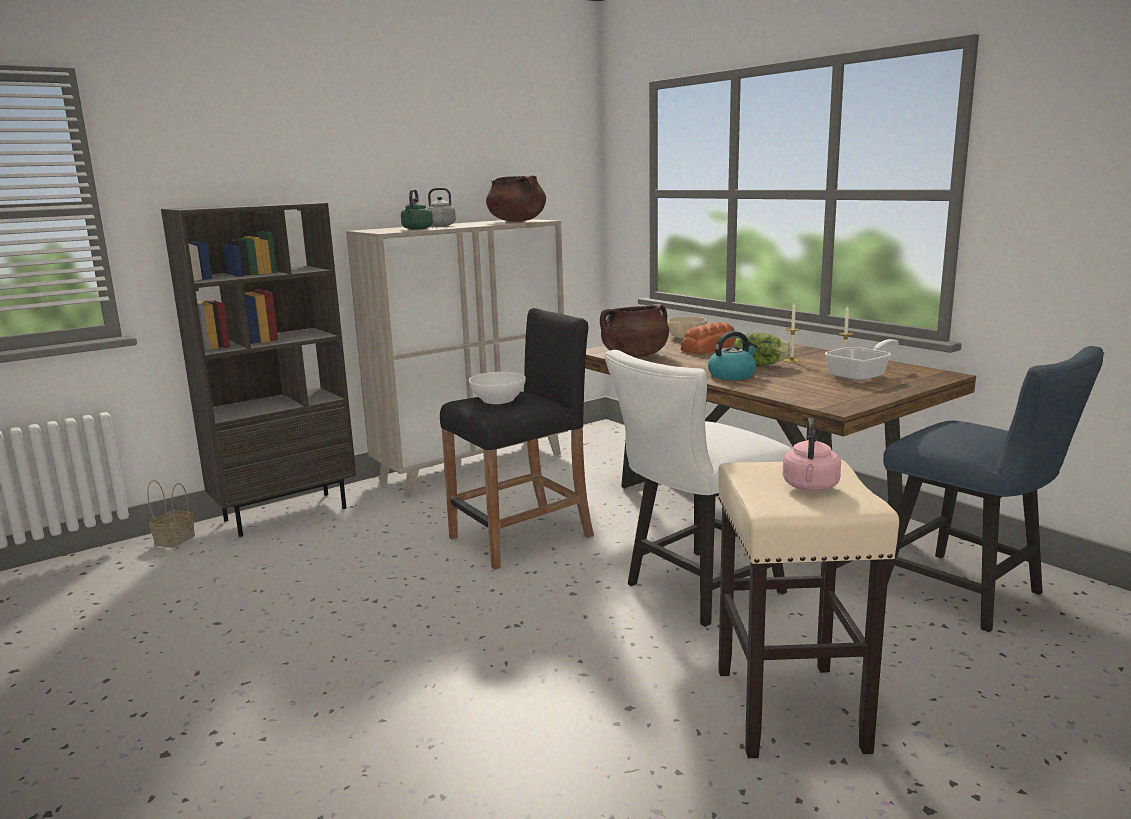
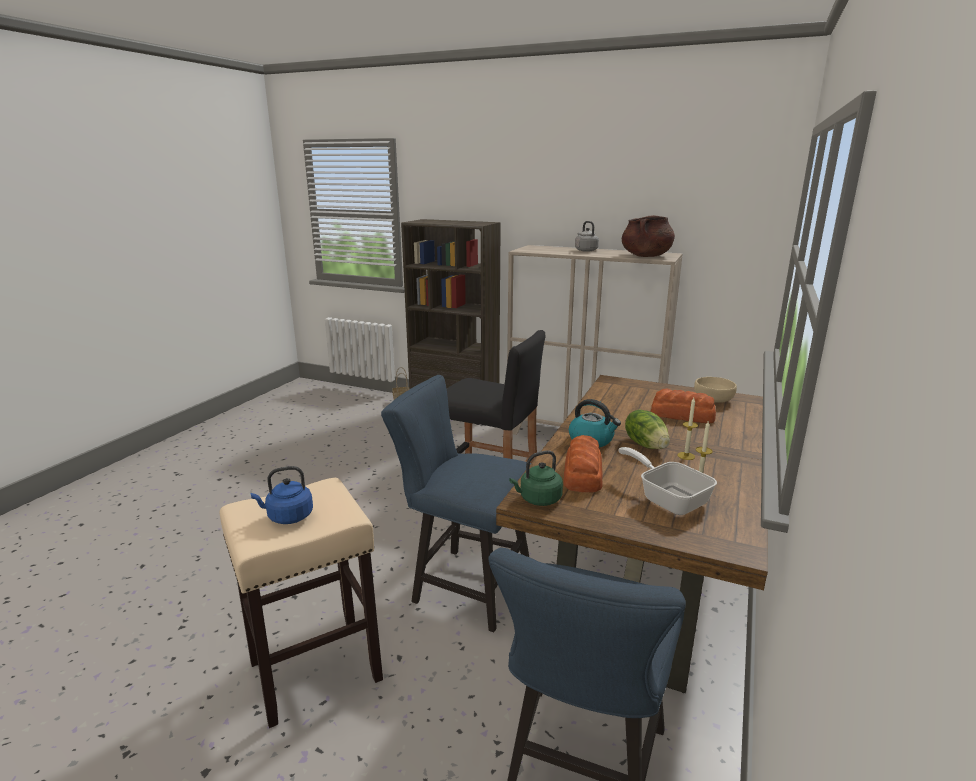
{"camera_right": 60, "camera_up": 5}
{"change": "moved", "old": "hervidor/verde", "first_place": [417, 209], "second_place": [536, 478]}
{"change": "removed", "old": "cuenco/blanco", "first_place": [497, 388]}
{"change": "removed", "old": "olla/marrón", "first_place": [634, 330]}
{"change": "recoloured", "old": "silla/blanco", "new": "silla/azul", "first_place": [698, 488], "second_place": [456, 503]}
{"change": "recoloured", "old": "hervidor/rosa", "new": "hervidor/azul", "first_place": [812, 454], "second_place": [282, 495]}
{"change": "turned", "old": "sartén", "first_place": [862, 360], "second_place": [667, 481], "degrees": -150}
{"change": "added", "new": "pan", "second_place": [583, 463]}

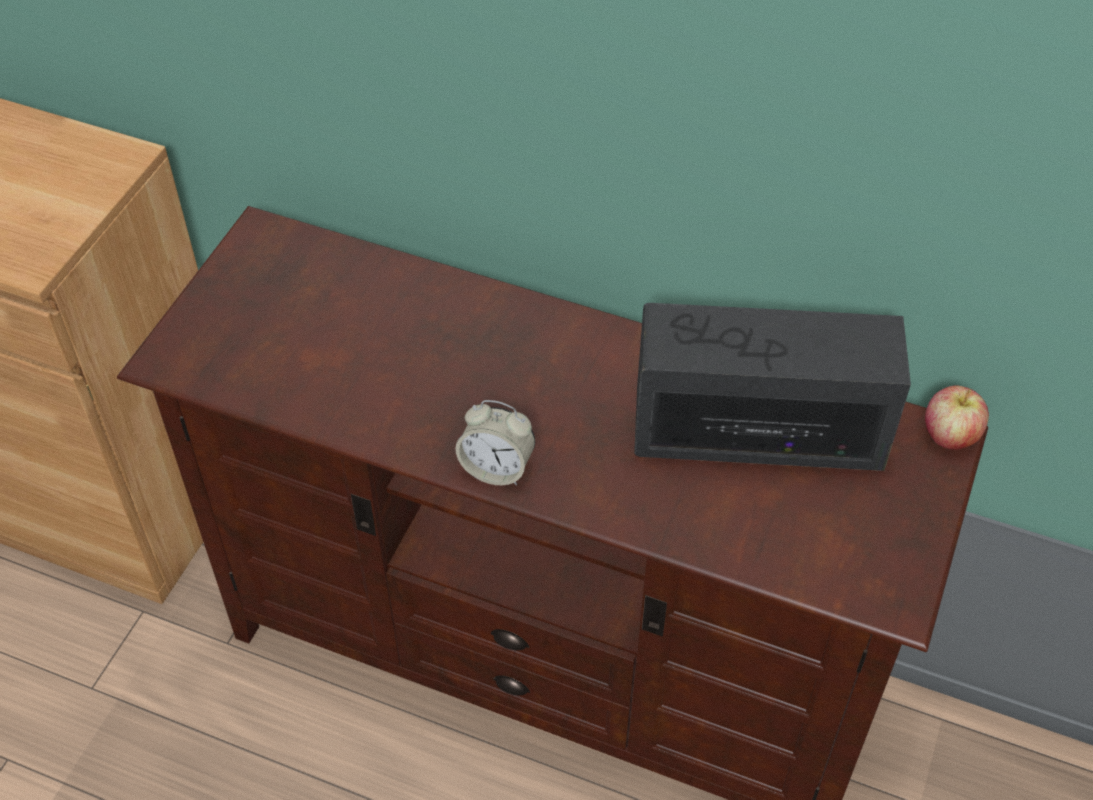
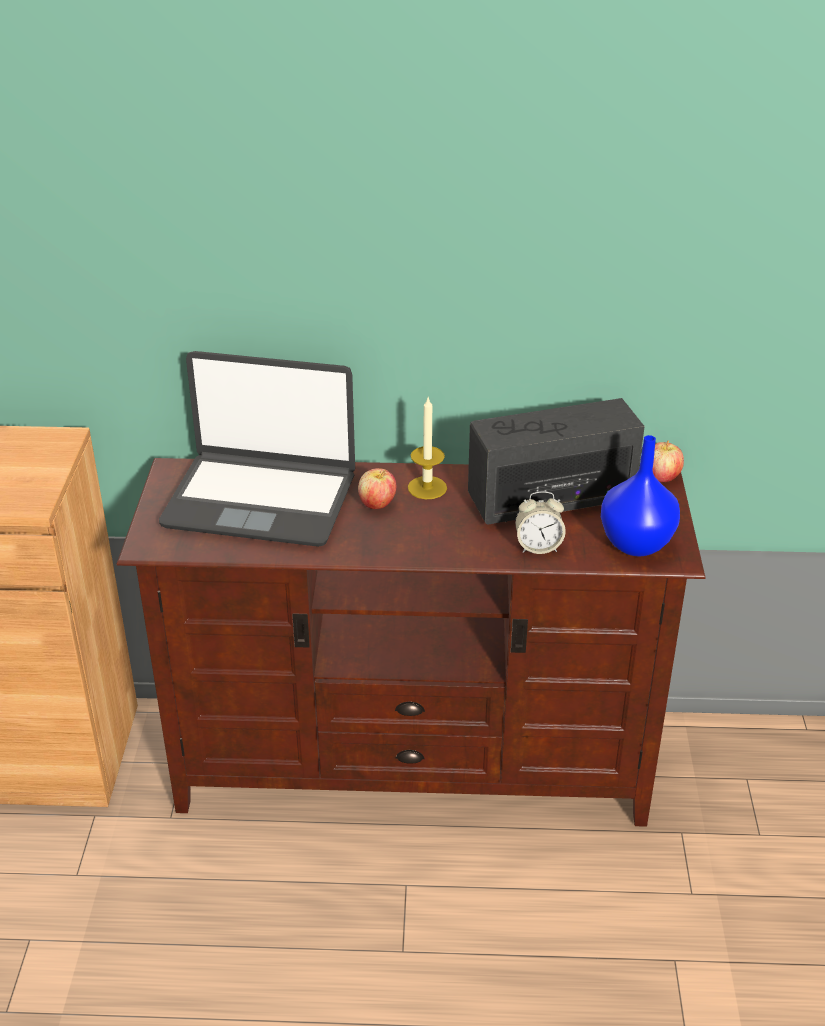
{"camera_right": -20, "camera_up": -15}
{"change": "moved", "old": "despertador", "first_place": [495, 442], "second_place": [540, 522]}
{"change": "added", "new": "portátil", "second_place": [257, 449]}
{"change": "added", "new": "manzana", "second_place": [377, 488]}
{"change": "added", "new": "vela", "second_place": [427, 448]}
{"change": "added", "new": "florero/azul", "second_place": [640, 495]}

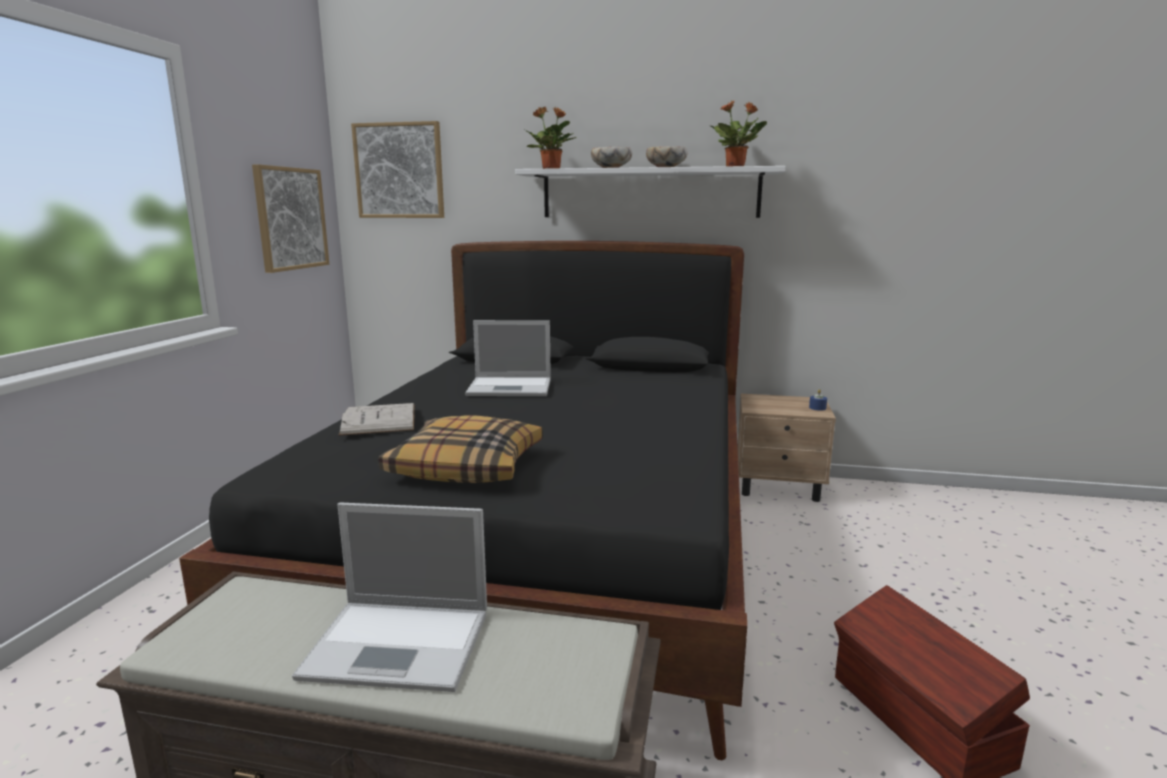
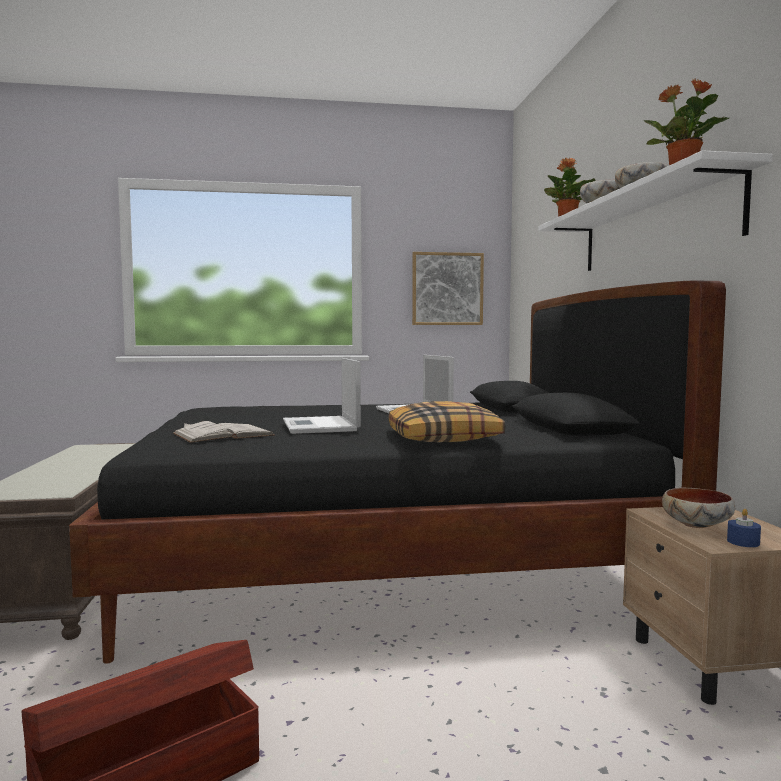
{"camera_right": 70, "camera_up": -10}
{"change": "moved", "old": "portátil", "first_place": [389, 597], "second_place": [322, 396]}
{"change": "moved", "old": "libro/blanco", "first_place": [377, 419], "second_place": [224, 432]}
{"change": "removed", "old": "cuadro", "first_place": [397, 169]}
{"change": "moved", "old": "cojín", "first_place": [461, 449], "second_place": [447, 422]}
{"change": "added", "new": "cuenco", "second_place": [698, 507]}

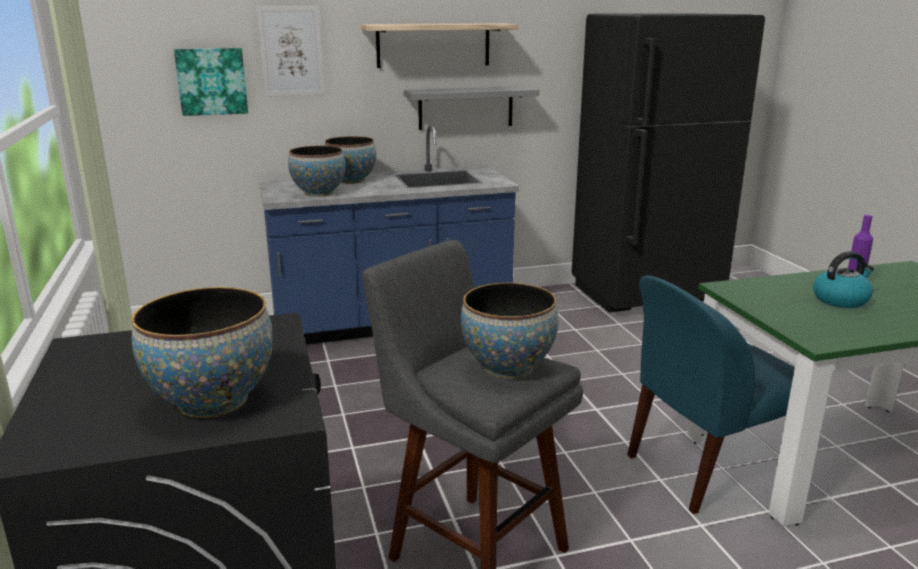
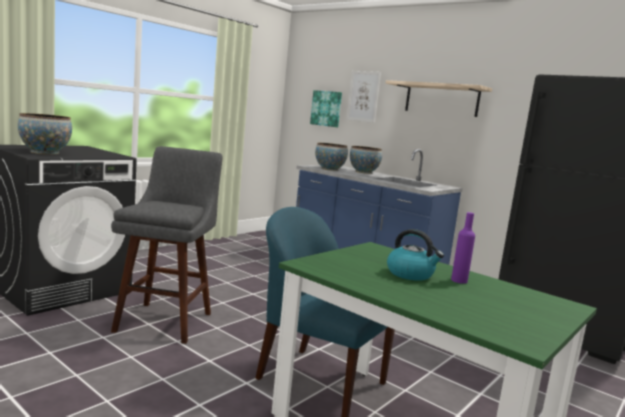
{"camera_right": 55, "camera_up": -10}
{"change": "removed", "old": "estante/gris", "first_place": [471, 108]}
{"change": "removed", "old": "cuenco", "first_place": [509, 330]}

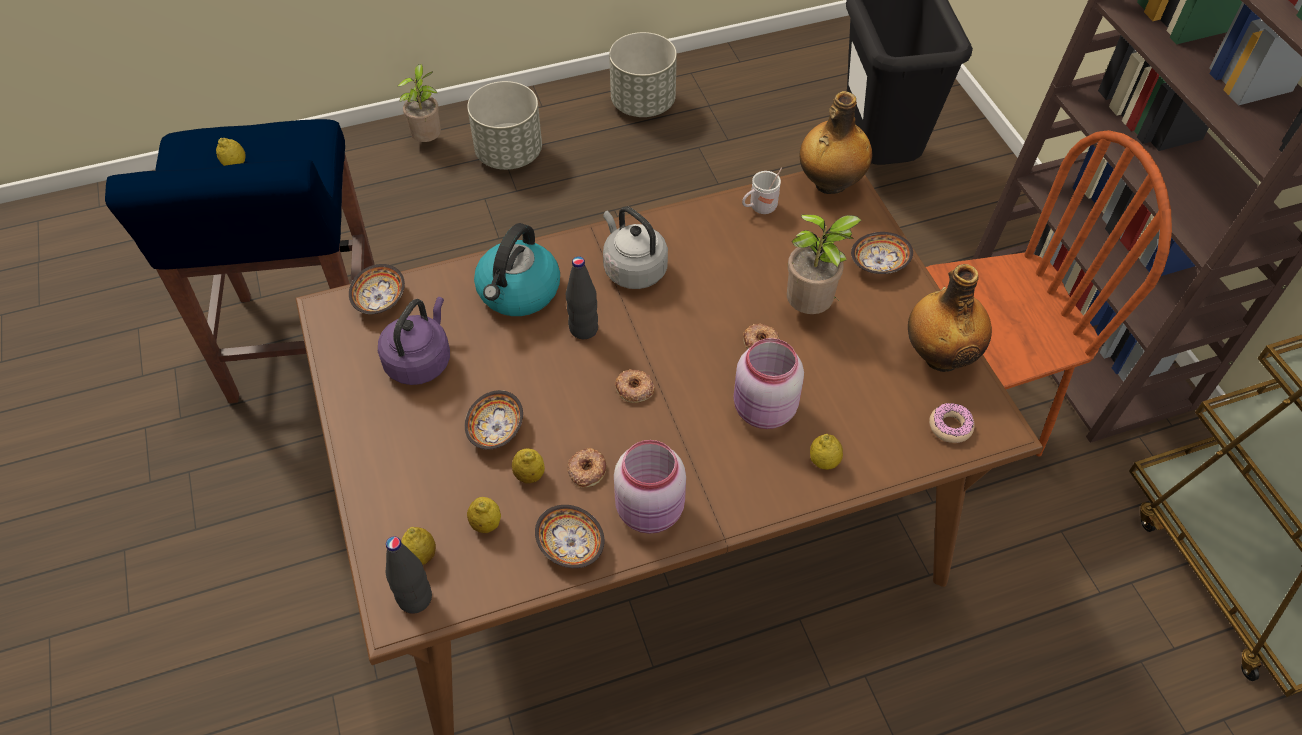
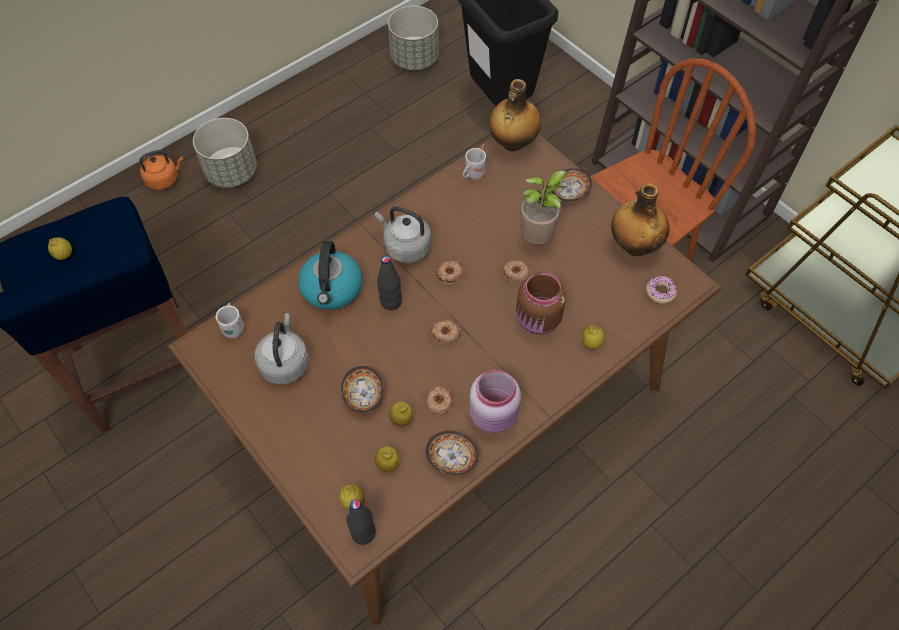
{"camera_right": -20, "camera_up": 5}
{"change": "replaced", "old": "cuenco", "new": "taza grande/blanco", "first_place": [377, 289], "second_place": [230, 320]}
{"change": "recoloured", "old": "hervidor/morado", "new": "hervidor/gris", "first_place": [414, 341], "second_place": [282, 349]}
{"change": "replaced", "old": "planta en maceta", "new": "hervidor/naranja", "first_place": [419, 103], "second_place": [161, 170]}
{"change": "moved", "old": "maceta/gris", "first_place": [643, 74], "second_place": [413, 38]}
{"change": "recoloured", "old": "tarro/rosa", "new": "tarro/marrón", "first_place": [768, 383], "second_place": [541, 303]}
{"change": "added", "new": "rosquilla", "second_place": [450, 273]}

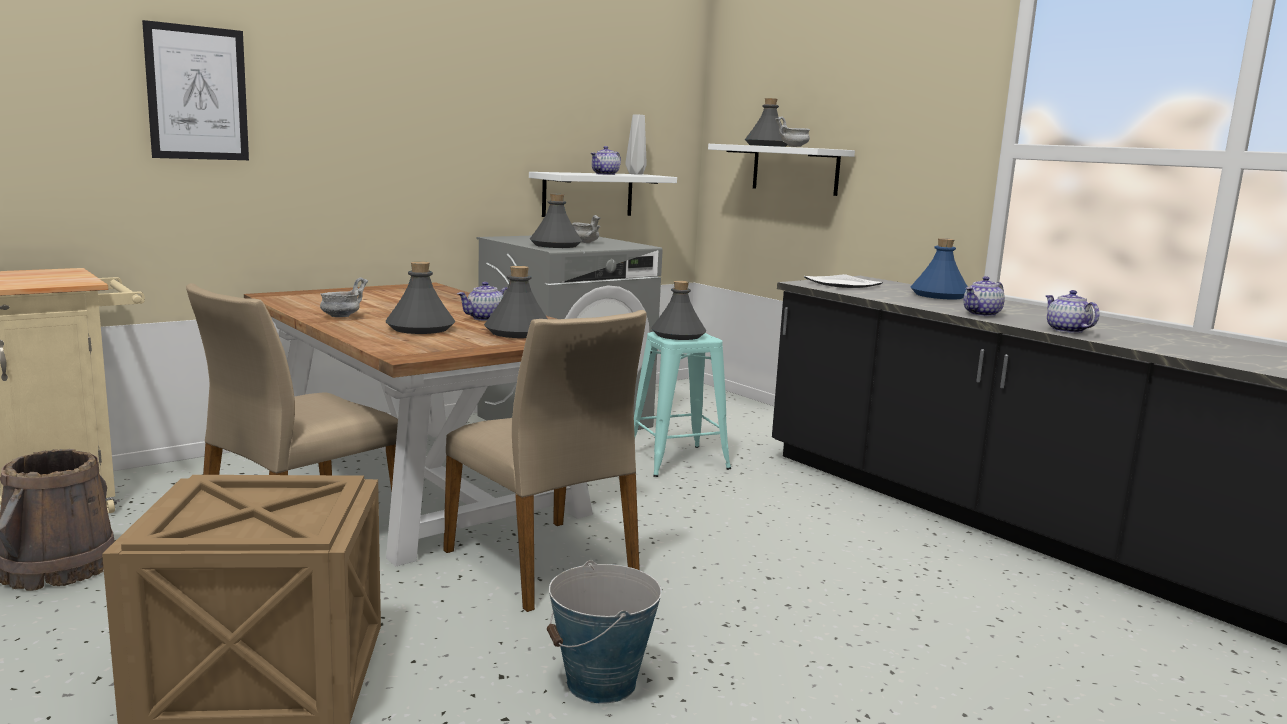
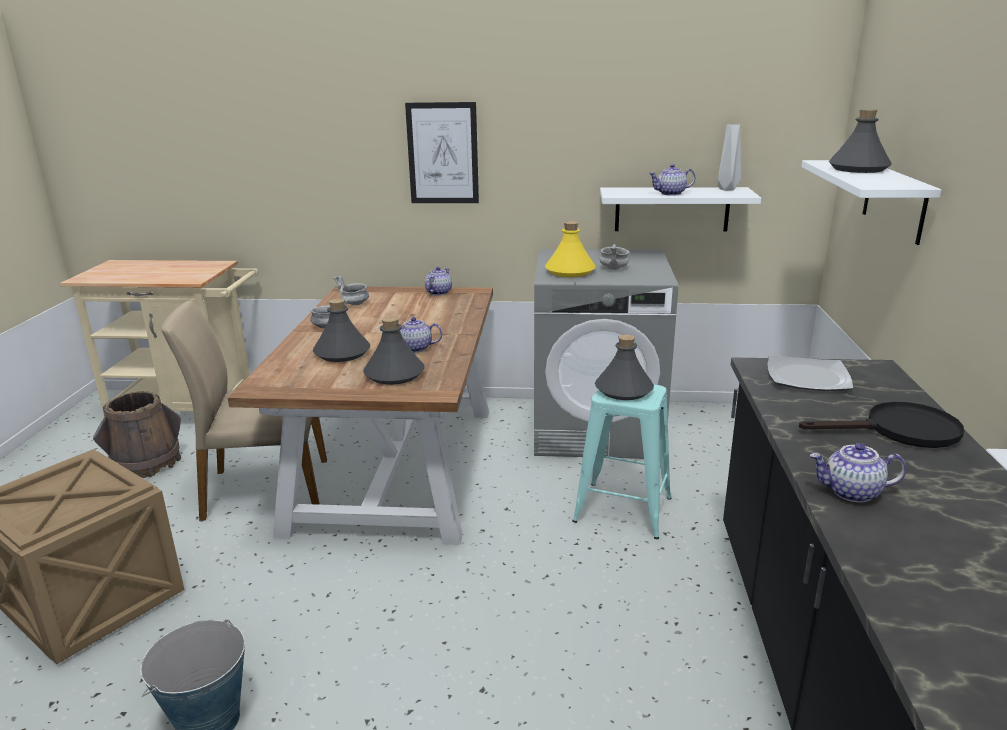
{"camera_right": 45, "camera_up": 10}
{"change": "moved", "old": "cuadro", "first_place": [195, 90], "second_place": [442, 152]}
{"change": "removed", "old": "silla/beis", "first_place": [545, 461]}
{"change": "recoloured", "old": "botella/gris", "new": "botella/amarillo", "first_place": [556, 221], "second_place": [570, 249]}
{"change": "moved", "old": "cuenco/gris", "first_place": [792, 132], "second_place": [351, 290]}
{"change": "replaced", "old": "botella/azul", "new": "sartén/negro", "first_place": [939, 268], "second_place": [881, 425]}
{"change": "moved", "old": "tetera", "first_place": [1072, 311], "second_place": [438, 281]}

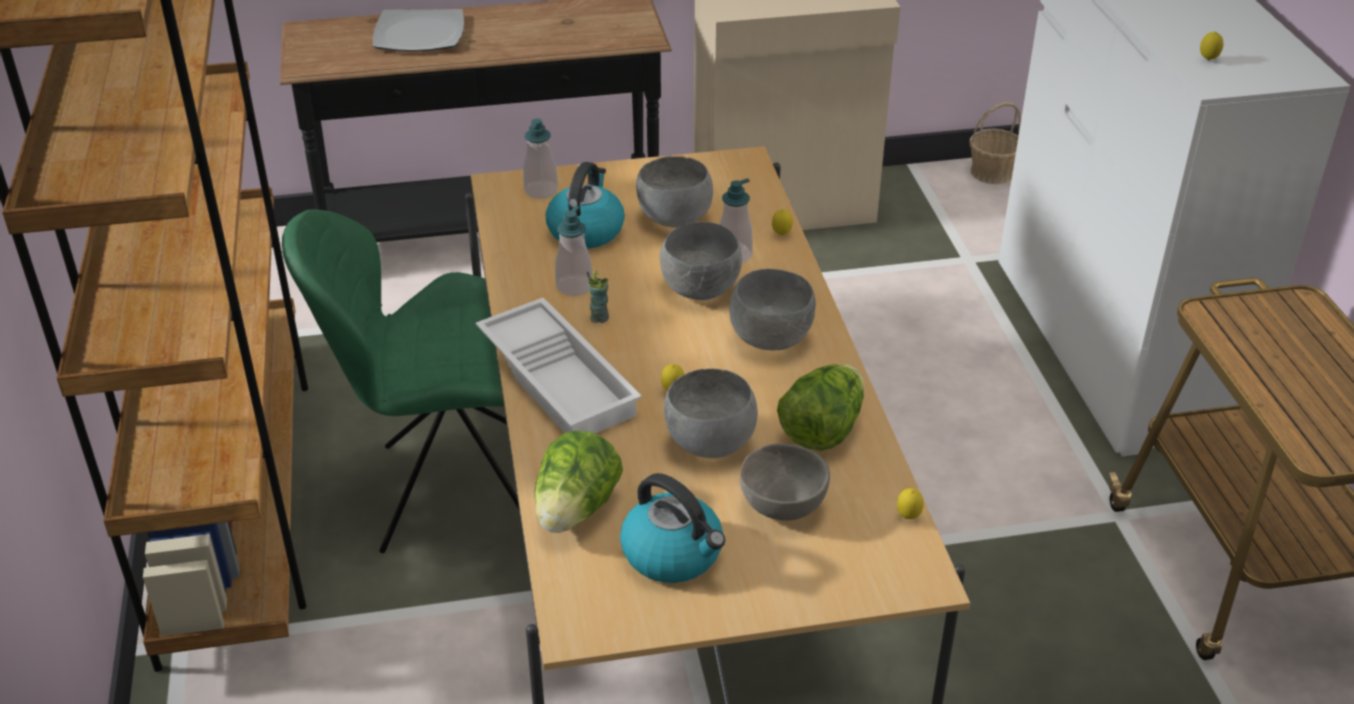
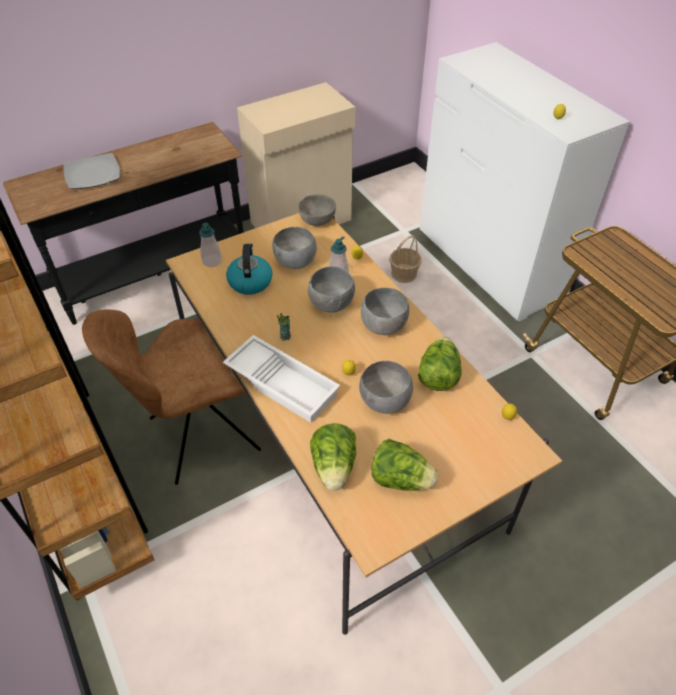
{"camera_right": -20, "camera_up": 10}
{"change": "recoloured", "old": "silla/verde", "new": "silla/marrón", "first_place": [400, 381], "second_place": [171, 397]}
{"change": "removed", "old": "dispensador de jabón", "first_place": [574, 251]}
{"change": "replaced", "old": "hervidor", "new": "lechuga", "first_place": [672, 528], "second_place": [404, 465]}
{"change": "moved", "old": "cuenco/gris", "first_place": [785, 482], "second_place": [317, 210]}
{"change": "moved", "old": "cesta", "first_place": [995, 143], "second_place": [405, 259]}

